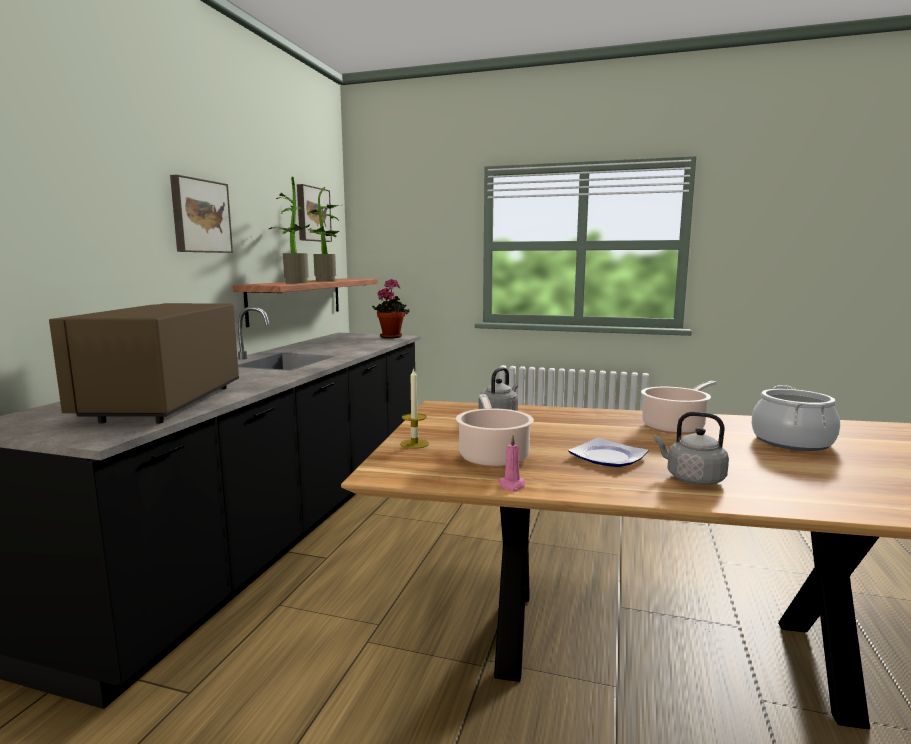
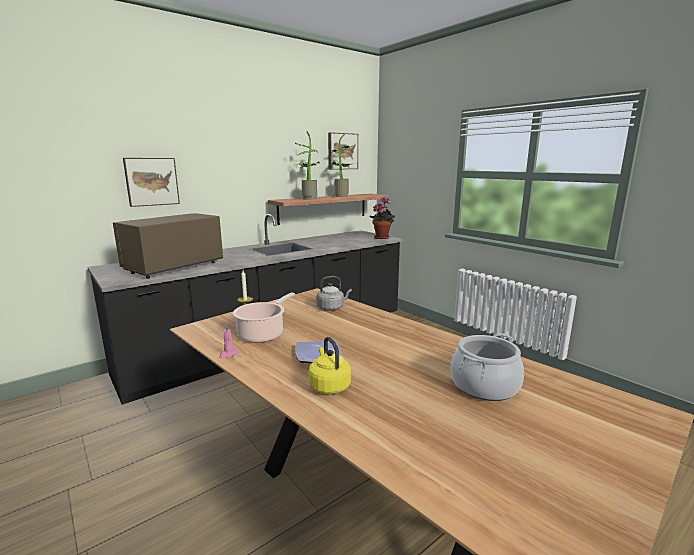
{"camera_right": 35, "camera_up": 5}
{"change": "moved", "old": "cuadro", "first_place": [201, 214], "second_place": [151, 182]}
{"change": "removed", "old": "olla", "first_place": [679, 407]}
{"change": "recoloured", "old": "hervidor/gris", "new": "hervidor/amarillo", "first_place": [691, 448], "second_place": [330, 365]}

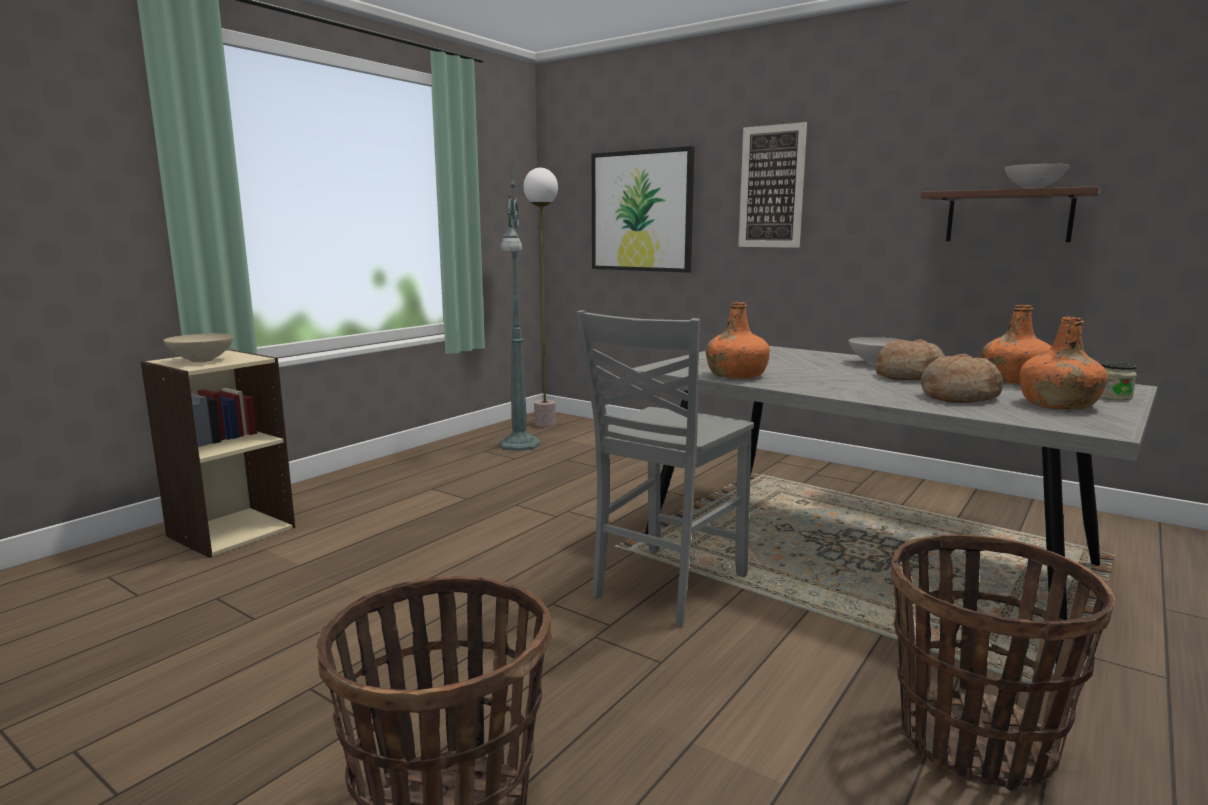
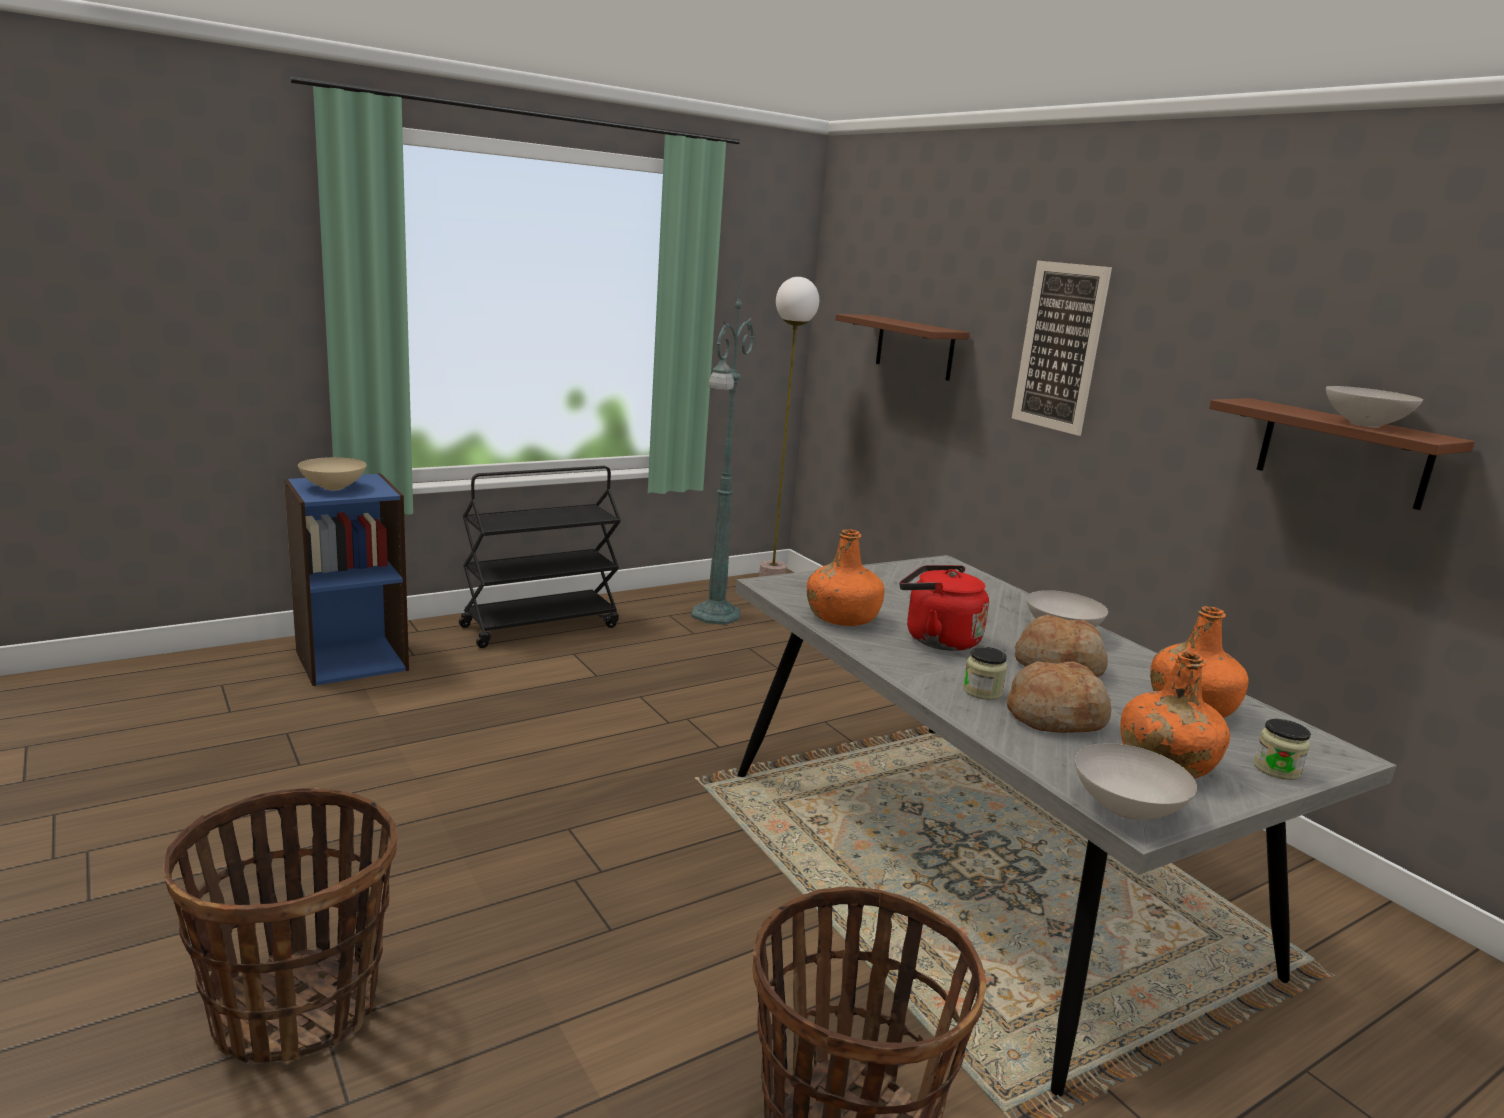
{"camera_right": 20, "camera_up": 5}
{"change": "recoloured", "old": "estantería/beis", "new": "estantería/azul", "first_place": [218, 454], "second_place": [346, 579]}
{"change": "removed", "old": "silla/gris", "first_place": [665, 468]}
{"change": "replaced", "old": "cuadro", "new": "estante/marrón", "first_place": [643, 209], "second_place": [902, 347]}
{"change": "added", "new": "carrito/negro", "second_place": [540, 557]}
{"change": "added", "new": "hervidor/rojo", "second_place": [944, 608]}
{"change": "added", "new": "tarro", "second_place": [985, 673]}
{"change": "added", "new": "cuenco/blanco", "second_place": [1136, 781]}

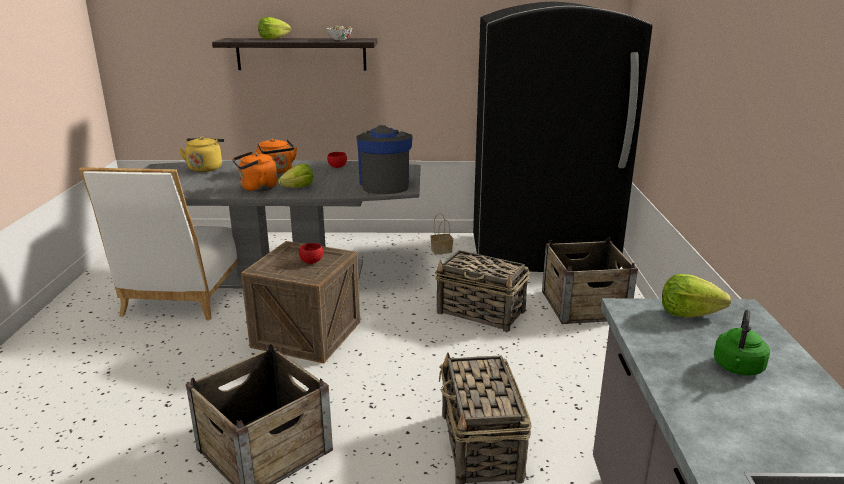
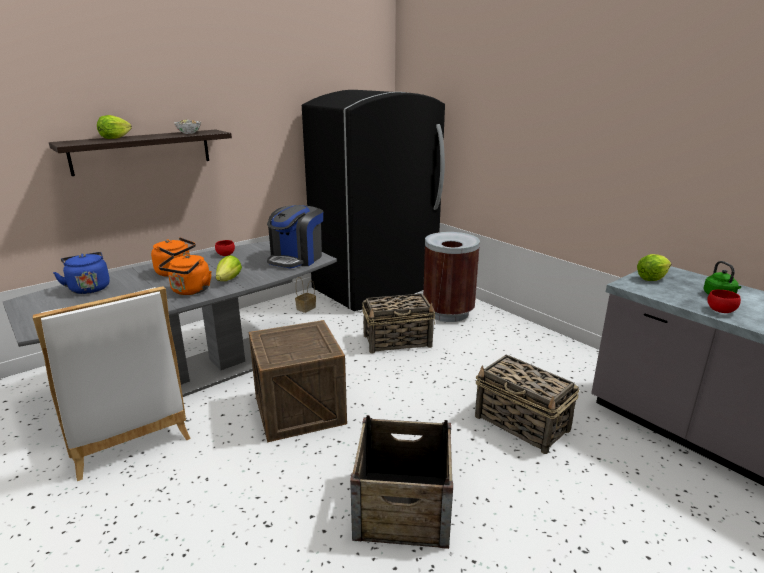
{"camera_right": -40, "camera_up": 0}
{"change": "recoloured", "old": "hervidor/amarillo", "new": "hervidor/azul", "first_place": [201, 154], "second_place": [81, 273]}
{"change": "moved", "old": "cuenco/rojo", "first_place": [311, 253], "second_place": [724, 301]}
{"change": "turned", "old": "cafetera", "first_place": [385, 159], "second_place": [295, 236], "degrees": -105}
{"change": "replaced", "old": "caja de embalaje", "new": "papelera/marrón", "first_place": [590, 281], "second_place": [451, 277]}

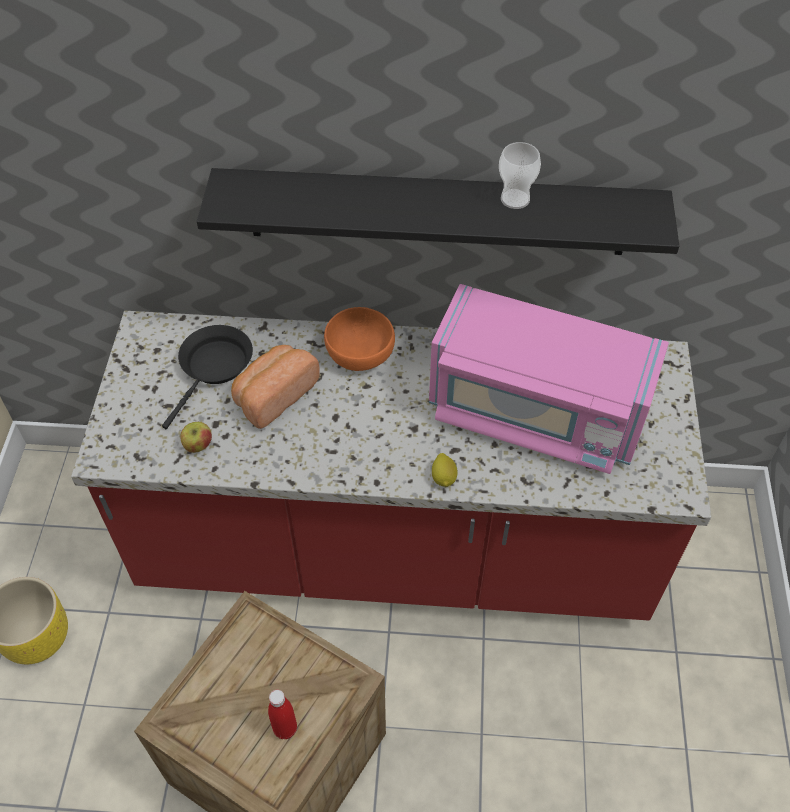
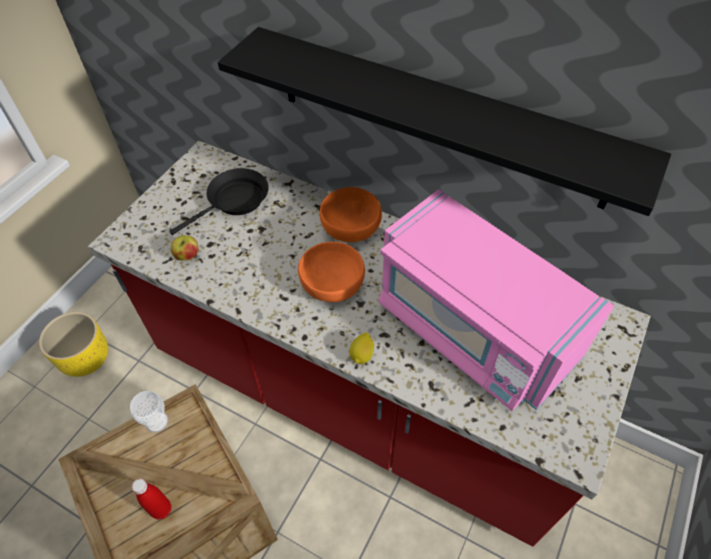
{"camera_right": 25, "camera_up": 0}
{"change": "removed", "old": "pan", "first_place": [275, 387]}
{"change": "moved", "old": "taza", "first_place": [520, 175], "second_place": [149, 412]}
{"change": "added", "new": "cuenco/naranja", "second_place": [331, 272]}

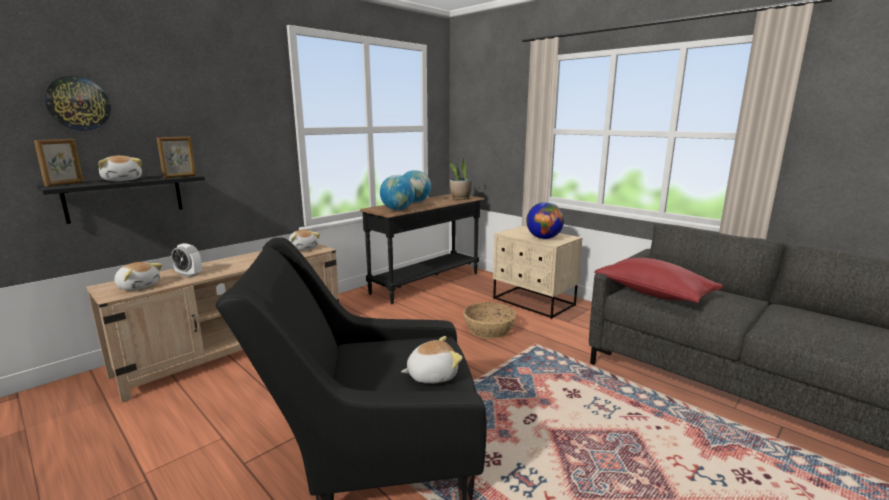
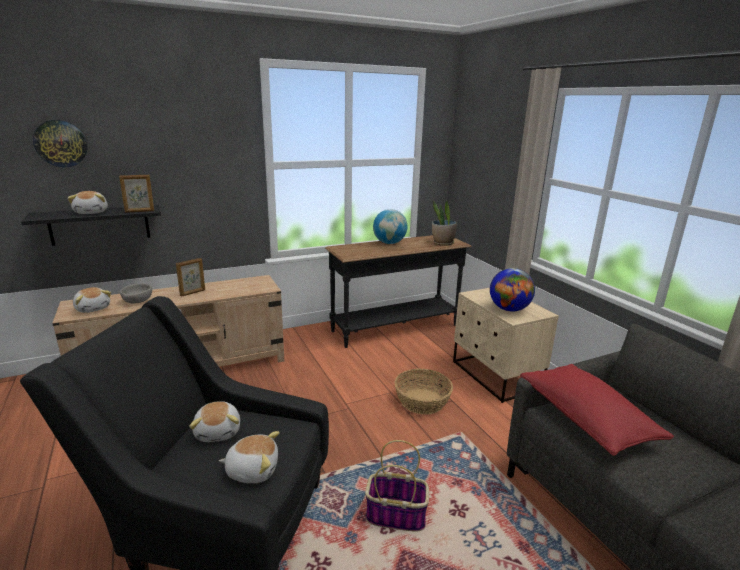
{"camera_right": 20, "camera_up": 5}
{"change": "moved", "old": "portarretratos", "first_place": [59, 163], "second_place": [190, 277]}
{"change": "replaced", "old": "despertador", "new": "cuenco/gris", "first_place": [186, 260], "second_place": [136, 293]}
{"change": "moved", "old": "peluche", "first_place": [304, 240], "second_place": [214, 421]}
{"change": "removed", "old": "globo terráqueo", "first_place": [397, 192]}
{"change": "added", "new": "cesta", "second_place": [397, 486]}

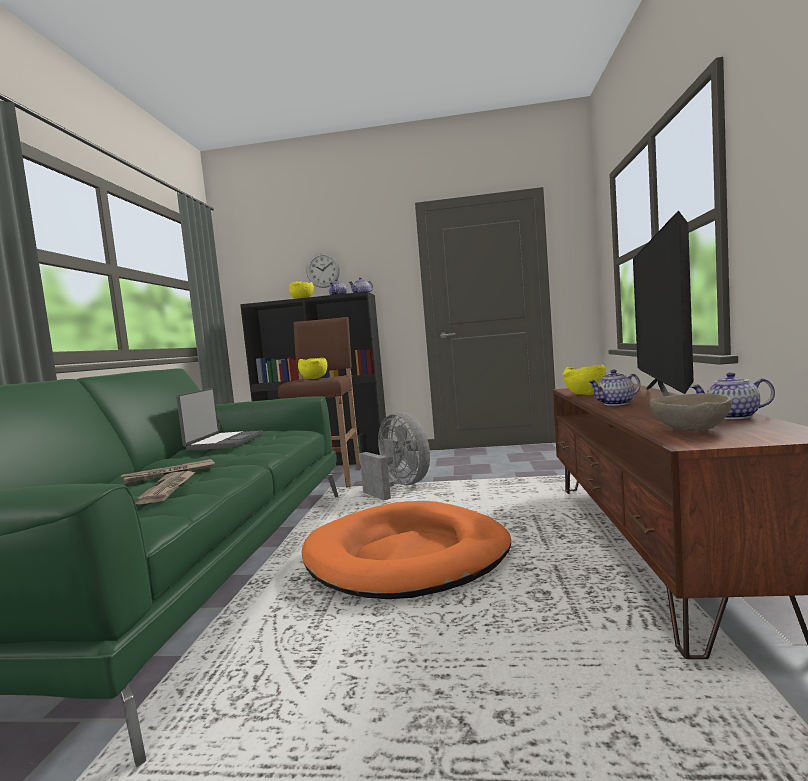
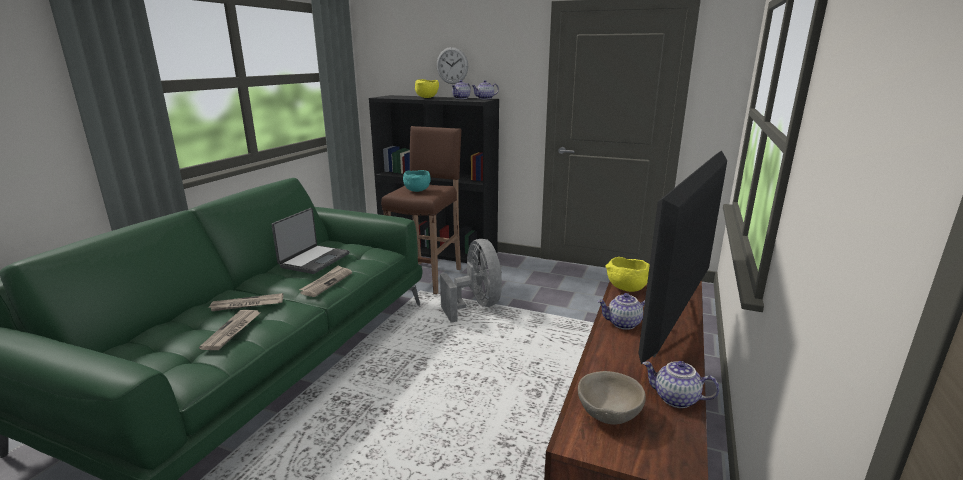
{"camera_right": 15, "camera_up": 15}
{"change": "recoloured", "old": "cuenco/amarillo", "new": "cuenco/turquesa", "first_place": [312, 368], "second_place": [417, 181]}
{"change": "removed", "old": "cama para perro/naranja", "first_place": [406, 550]}
{"change": "added", "new": "periódico", "second_place": [325, 281]}

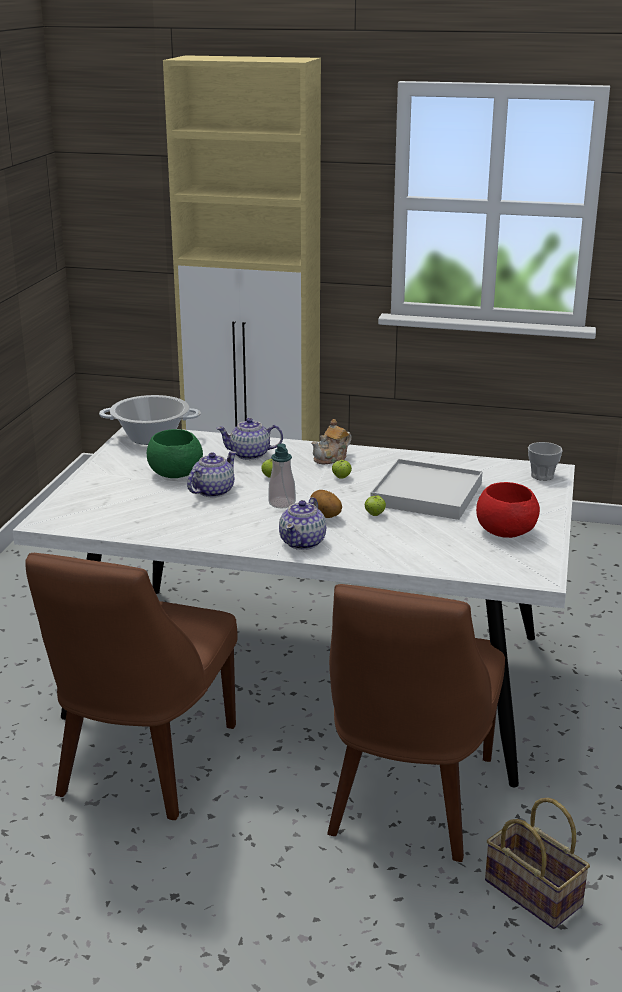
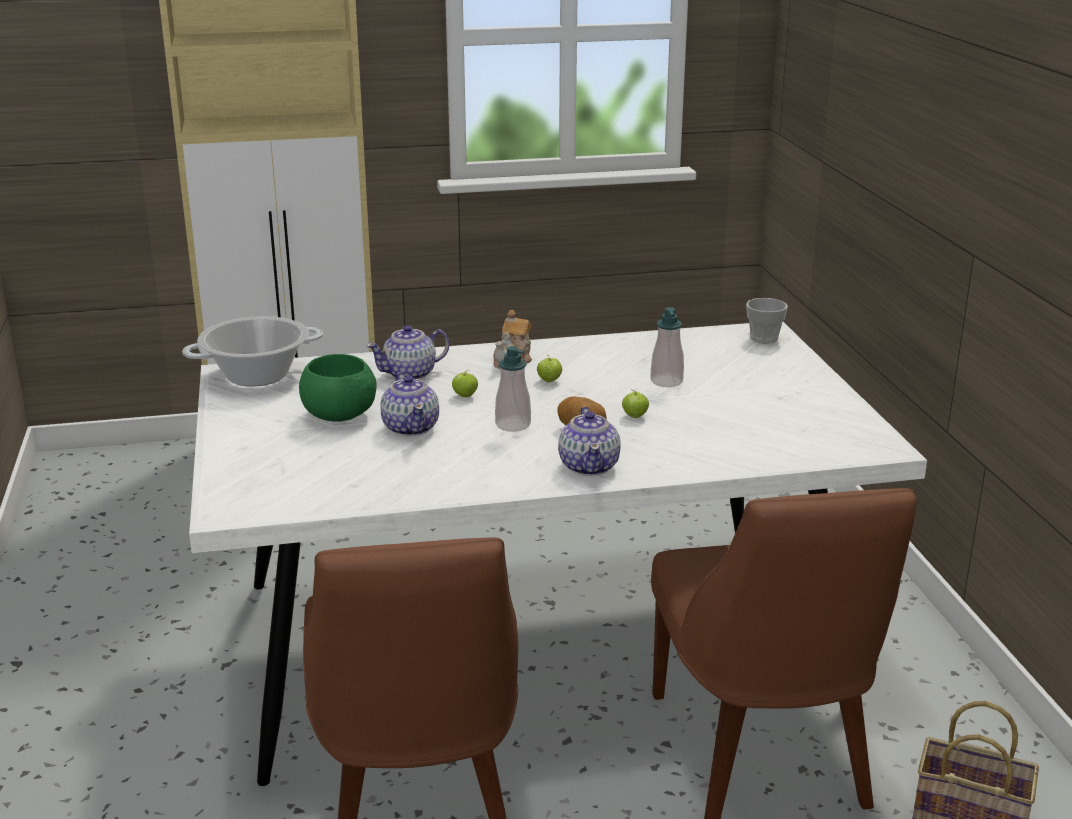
{"camera_right": -25, "camera_up": 0}
{"change": "turned", "old": "tetera", "first_place": [212, 474], "second_place": [410, 404], "degrees": 150}
{"change": "replaced", "old": "bandeja/blanco", "new": "dispensador de jabón", "first_place": [426, 489], "second_place": [667, 347]}
{"change": "removed", "old": "cuenco/rojo", "first_place": [508, 510]}

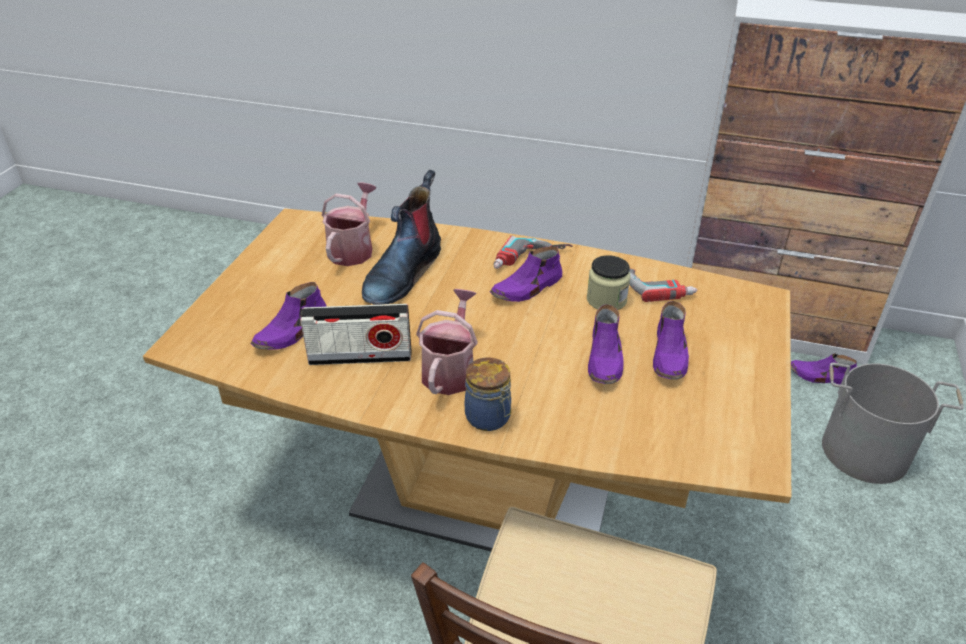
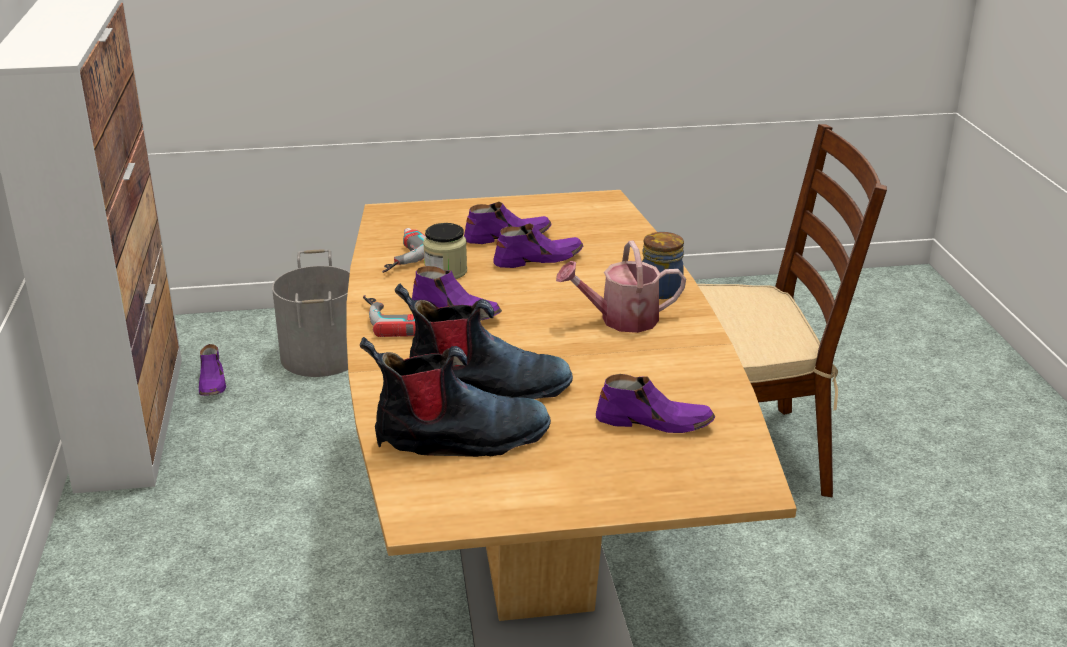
{"camera_right": -115, "camera_up": -10}
{"change": "removed", "old": "radio", "first_place": [355, 334]}
{"change": "replaced", "old": "regadera", "new": "bota", "first_place": [349, 224], "second_place": [455, 397]}

